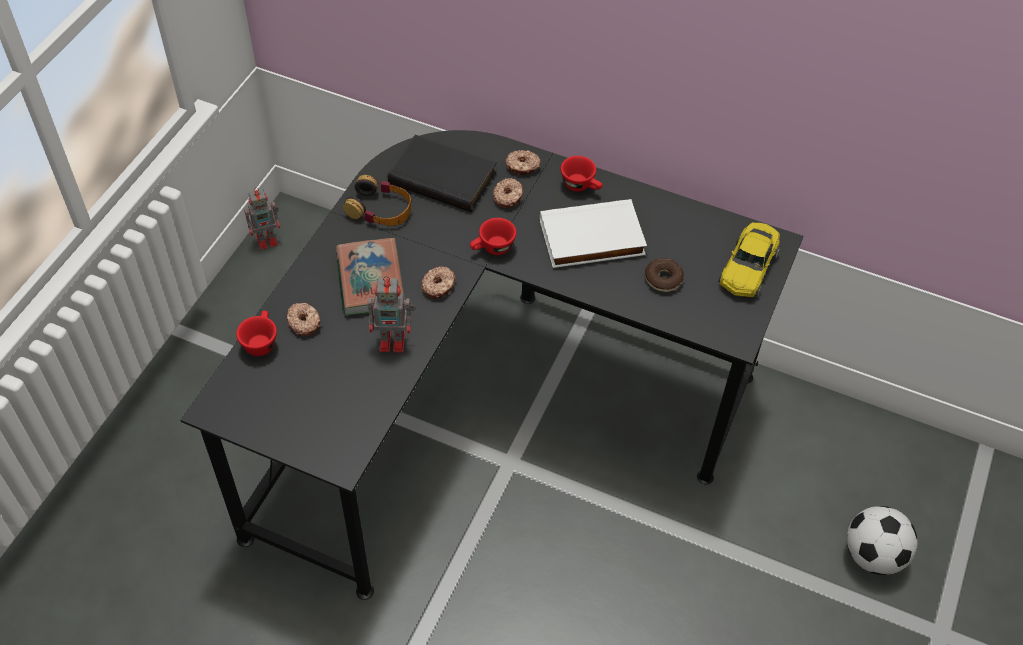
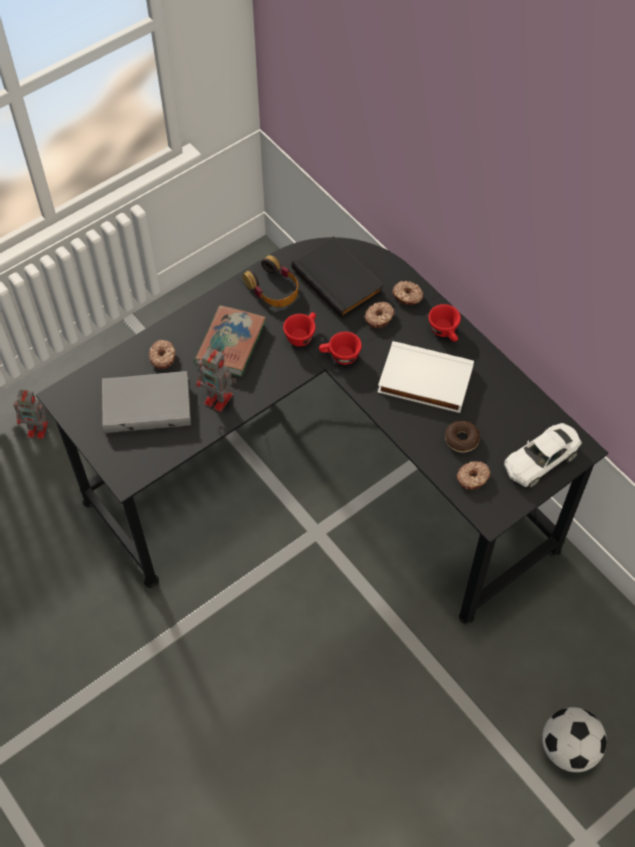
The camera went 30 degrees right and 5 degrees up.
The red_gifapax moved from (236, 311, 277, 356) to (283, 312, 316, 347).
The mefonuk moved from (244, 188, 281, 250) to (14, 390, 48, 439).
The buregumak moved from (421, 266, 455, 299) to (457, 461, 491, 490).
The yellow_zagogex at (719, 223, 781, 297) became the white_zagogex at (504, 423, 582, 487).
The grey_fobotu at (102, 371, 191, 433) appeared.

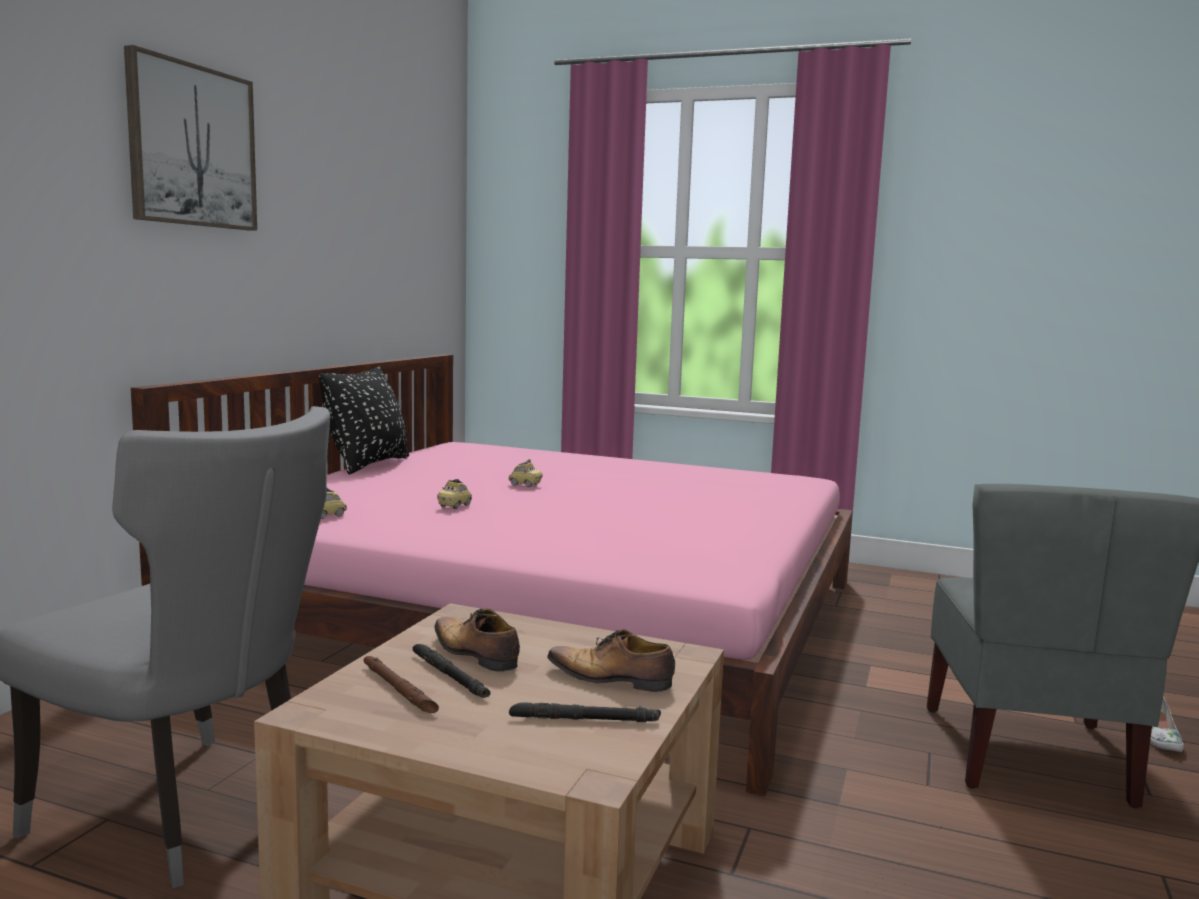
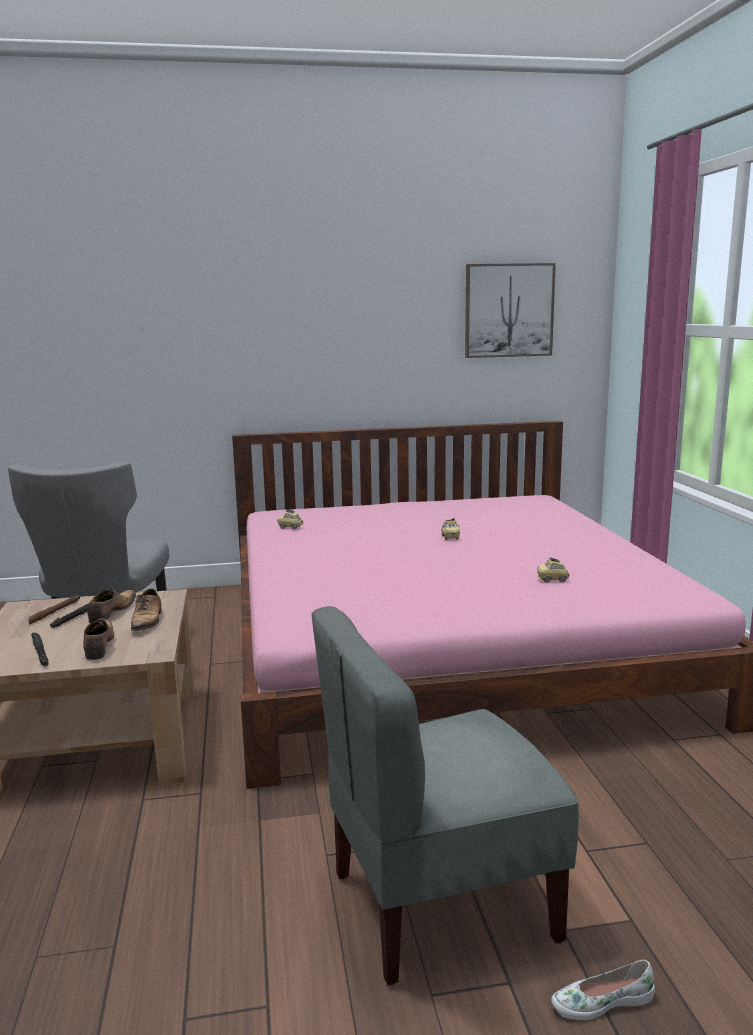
The camera went 60 degrees right and 5 degrees up.
The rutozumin moved from (124, 45, 257, 231) to (465, 263, 556, 358).
The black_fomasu at (319, 366, 409, 474) disappeared.
The zagogex moved from (437, 479, 472, 509) to (537, 557, 570, 583).
The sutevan at (131, 588, 162, 631) appeared.

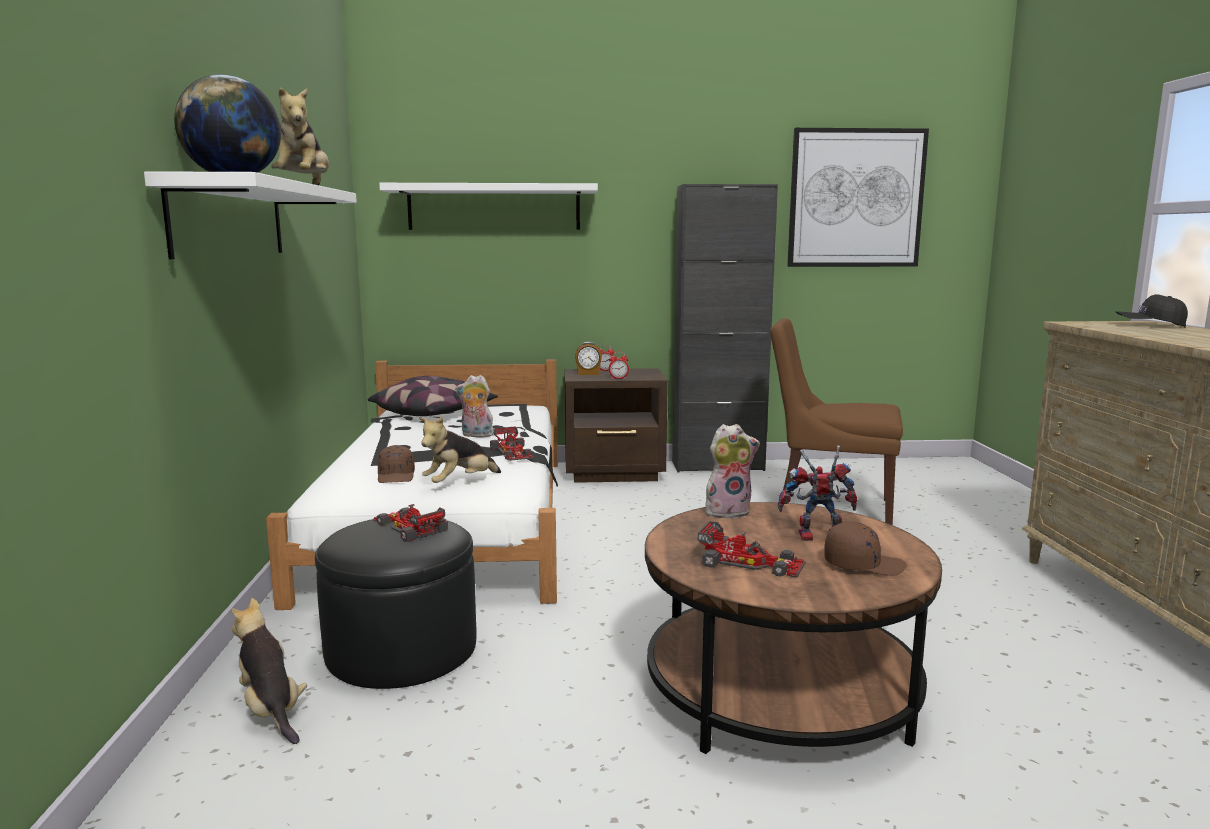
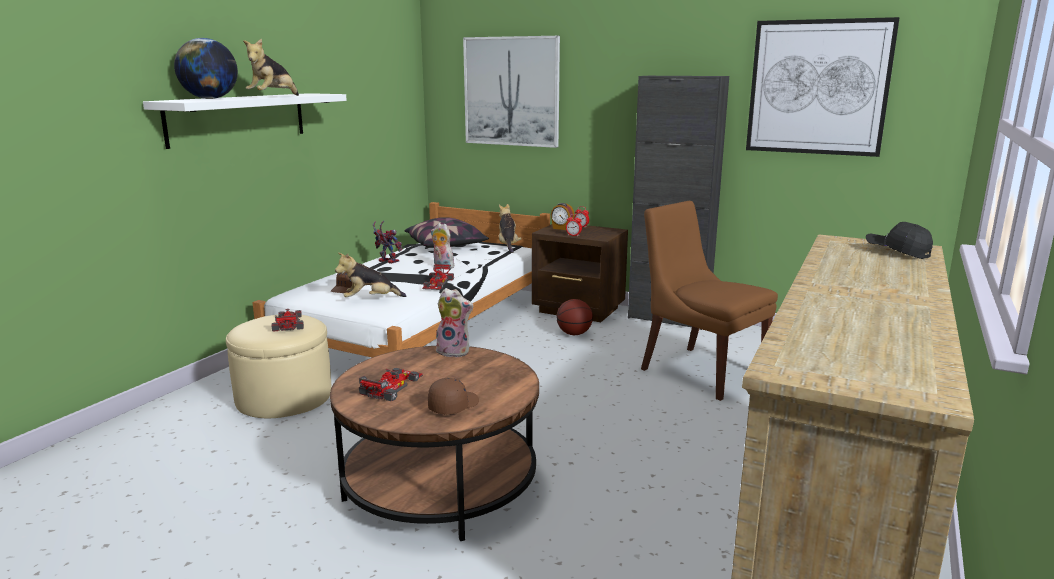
The camera went 30 degrees right and 5 degrees up.
The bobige moved from (231, 598, 307, 744) to (499, 204, 522, 253).
The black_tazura at (315, 519, 477, 689) became the beige_tazura at (226, 315, 331, 418).
The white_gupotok at (379, 183, 598, 230) was replaced by the rutozumin at (463, 36, 560, 148).
The zagogex at (697, 521, 806, 577) turned 120 degrees counterclockwise.
The mefonuk moved from (778, 445, 858, 541) to (373, 221, 402, 264).
The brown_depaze at (824, 522, 907, 576) turned 90 degrees counterclockwise.
The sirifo at (557, 299, 593, 335) appeared.

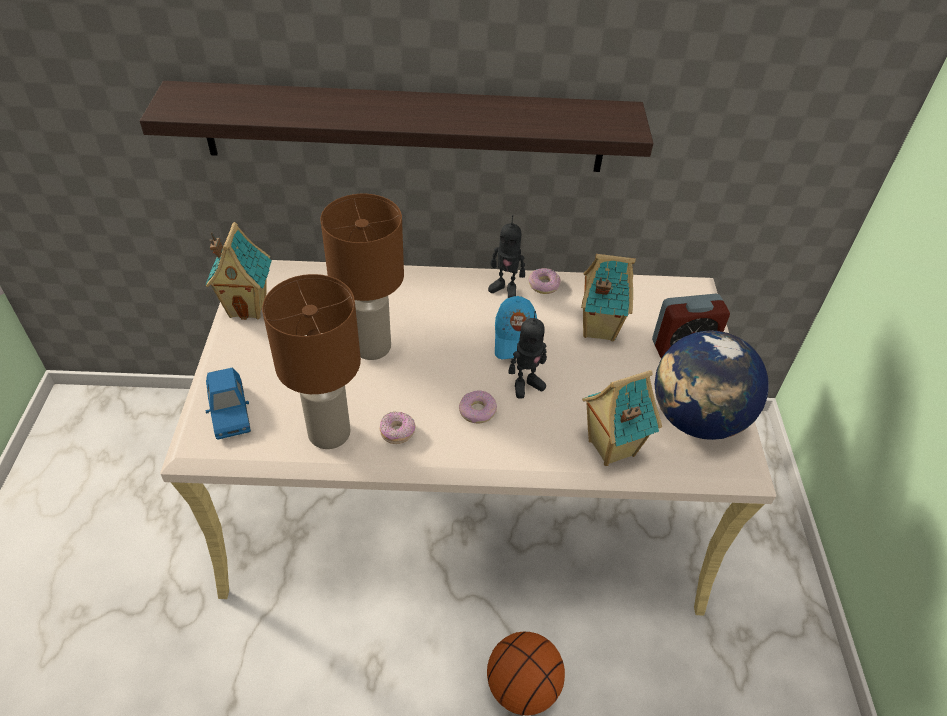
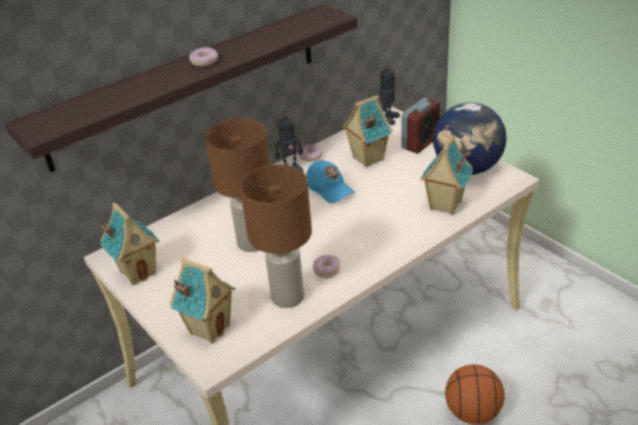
The camera went 35 degrees left and 10 degrees down.
The blue_zagogex at (206, 367, 251, 440) was replaced by the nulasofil at (169, 258, 235, 344).
The buregumak moved from (459, 390, 497, 424) to (189, 47, 218, 67).
The mefonuk moved from (509, 311, 547, 399) to (380, 62, 400, 125).

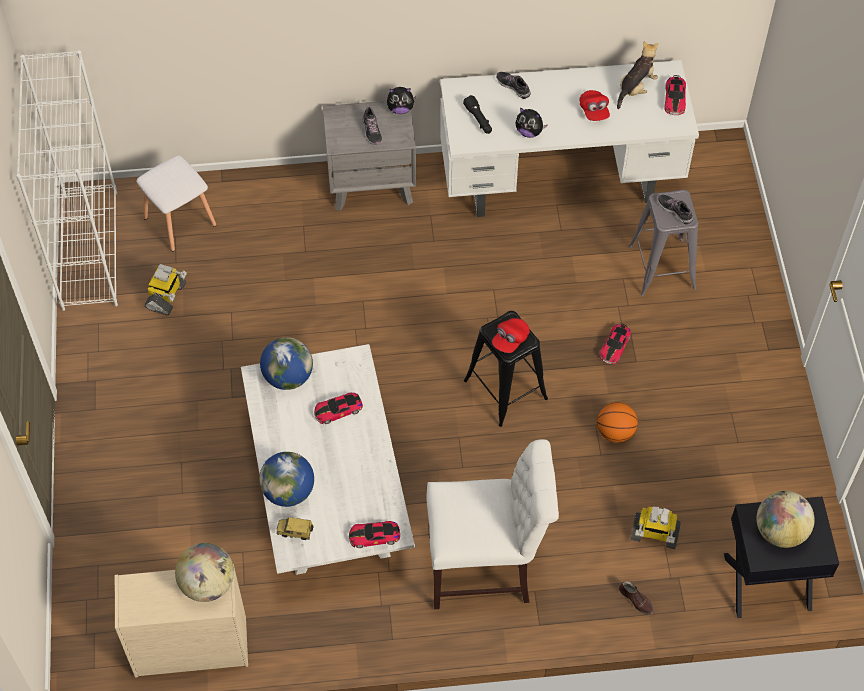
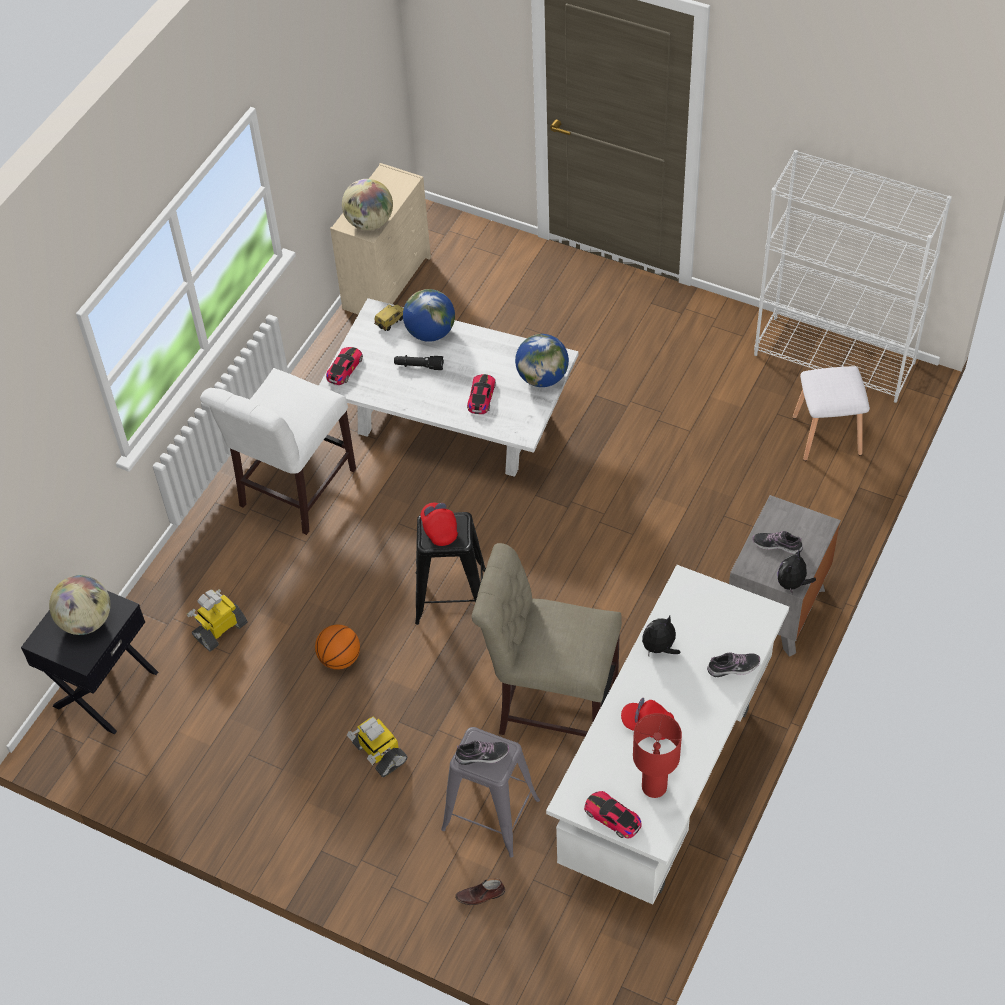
The camera went 125 degrees right and 5 degrees down.
The mefonuk moved from (144, 264, 187, 316) to (347, 716, 408, 777).
The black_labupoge moved from (463, 95, 492, 134) to (394, 355, 444, 370).
The zagogex at (600, 324, 631, 364) disappeared.
The bobige at (617, 41, 658, 109) was replaced by the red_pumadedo at (633, 713, 682, 798).
The brown_sutevan moved from (619, 580, 655, 615) to (455, 878, 505, 905).
The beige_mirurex at (471, 543, 622, 737) appeared.

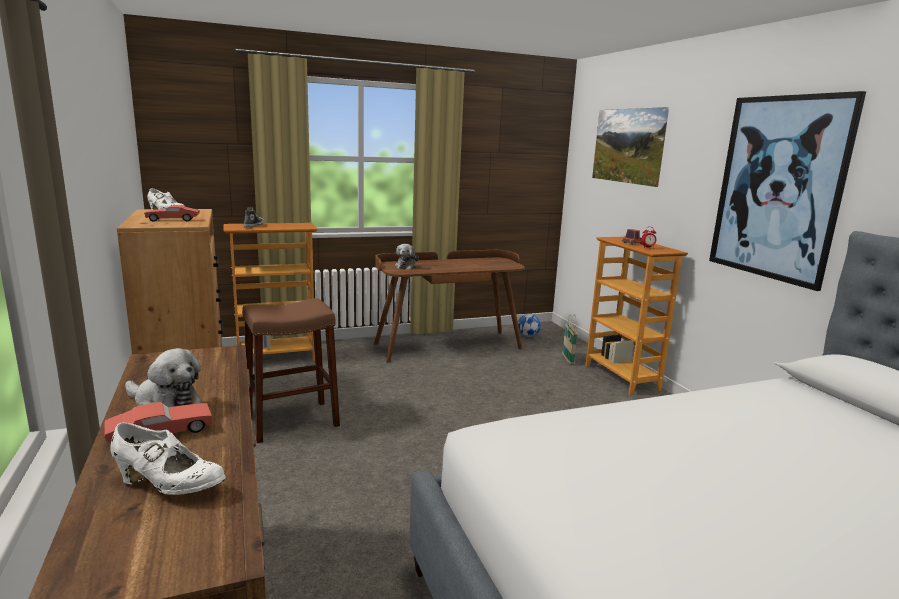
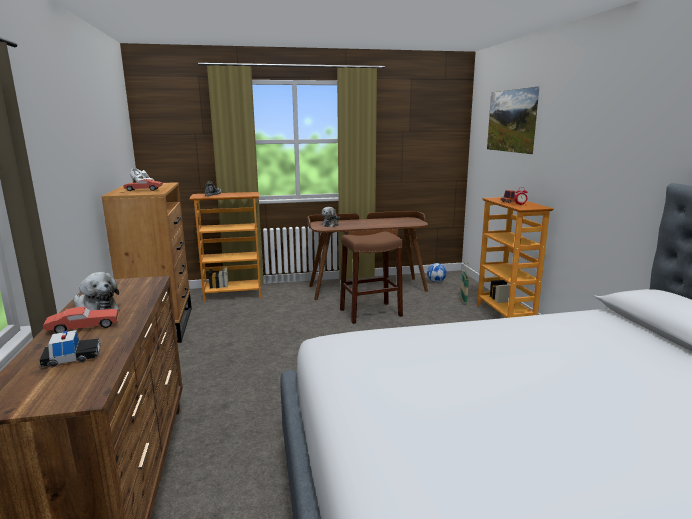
The camera went 10 degrees right and 0 degrees up.
The white_sutevan at (110, 422, 225, 495) was replaced by the zagogex at (39, 330, 101, 368).
The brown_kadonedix moved from (242, 298, 340, 443) to (340, 232, 403, 324).
The rutozumin at (709, 91, 866, 291) disappeared.

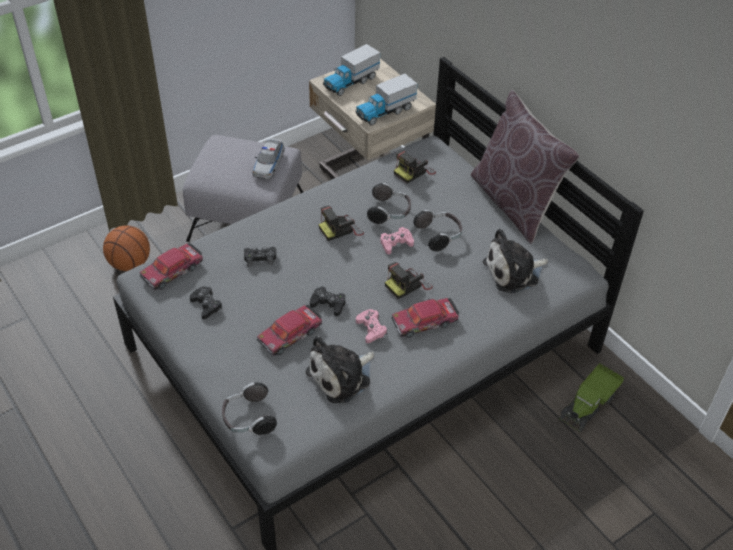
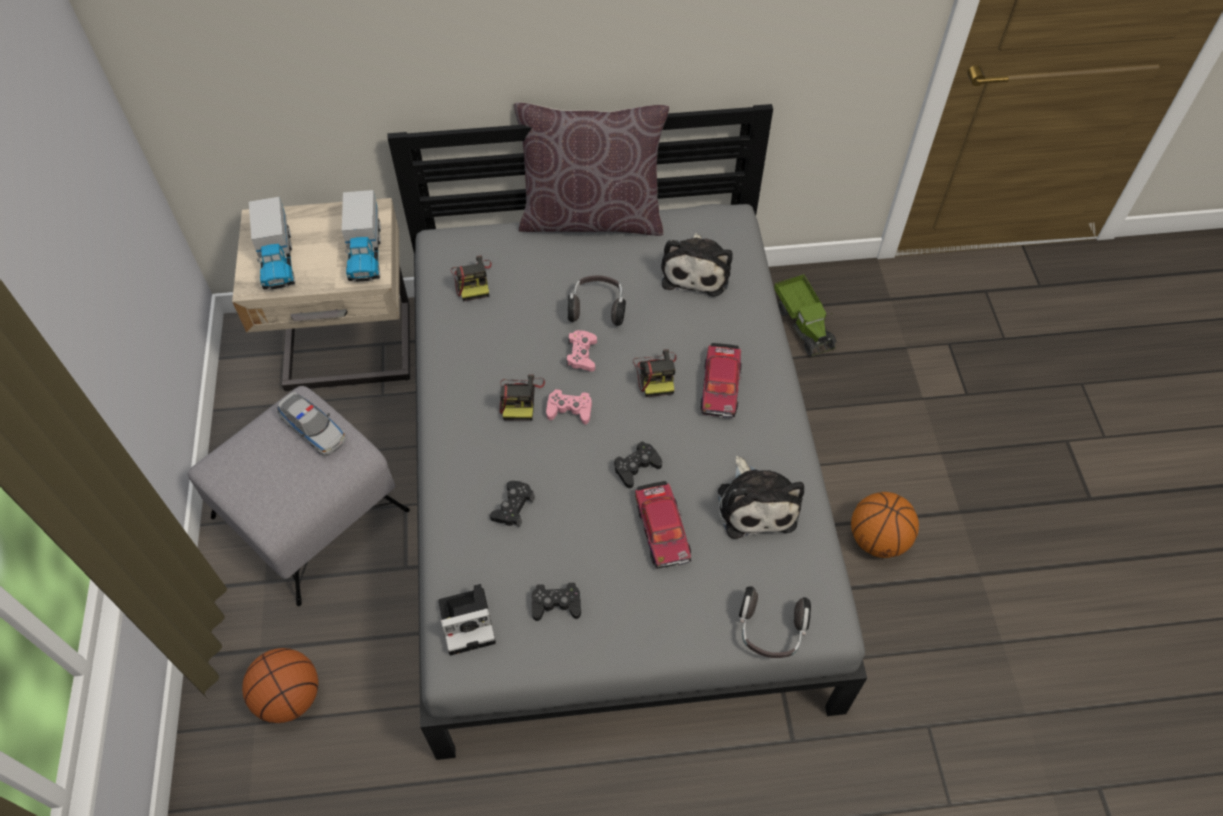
The camera went 60 degrees left and 10 degrees up.
The zagogex at (140, 243, 203, 290) was replaced by the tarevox at (438, 584, 496, 655).
The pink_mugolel moved from (356, 309, 387, 343) to (546, 389, 592, 424).
The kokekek at (367, 183, 411, 225) disappeared.
The sirifo at (851, 492, 919, 558) appeared.

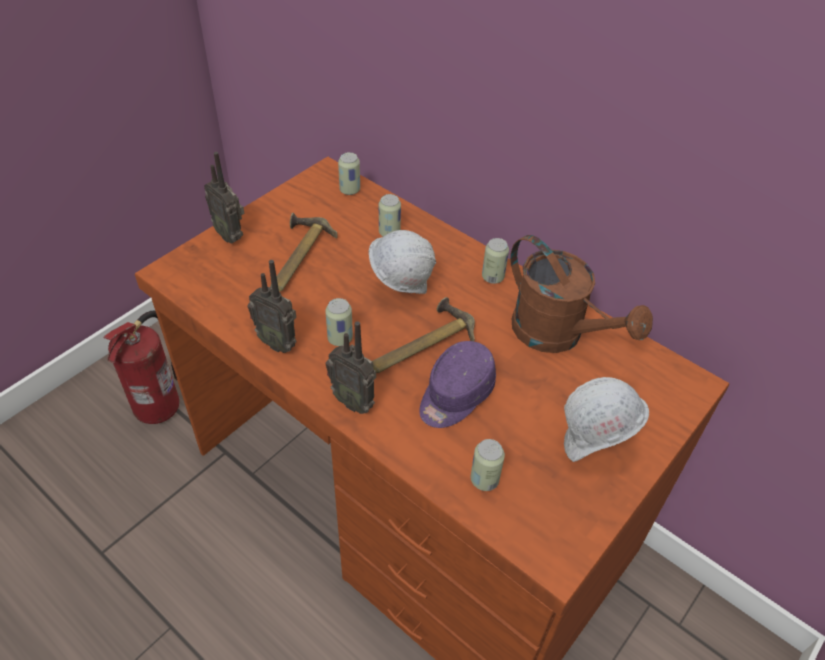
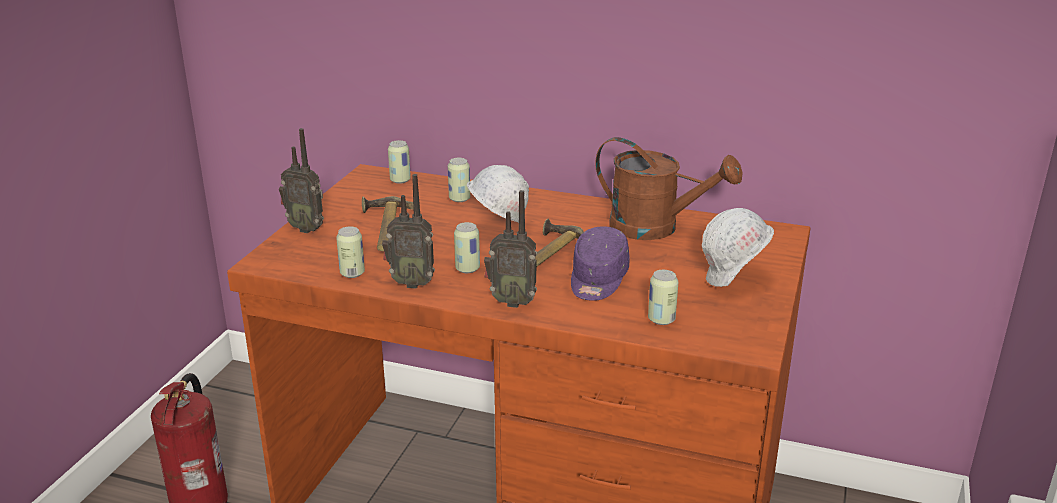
The camera went 20 degrees left and 20 degrees down.
The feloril moved from (482, 238, 509, 284) to (336, 226, 365, 278).

